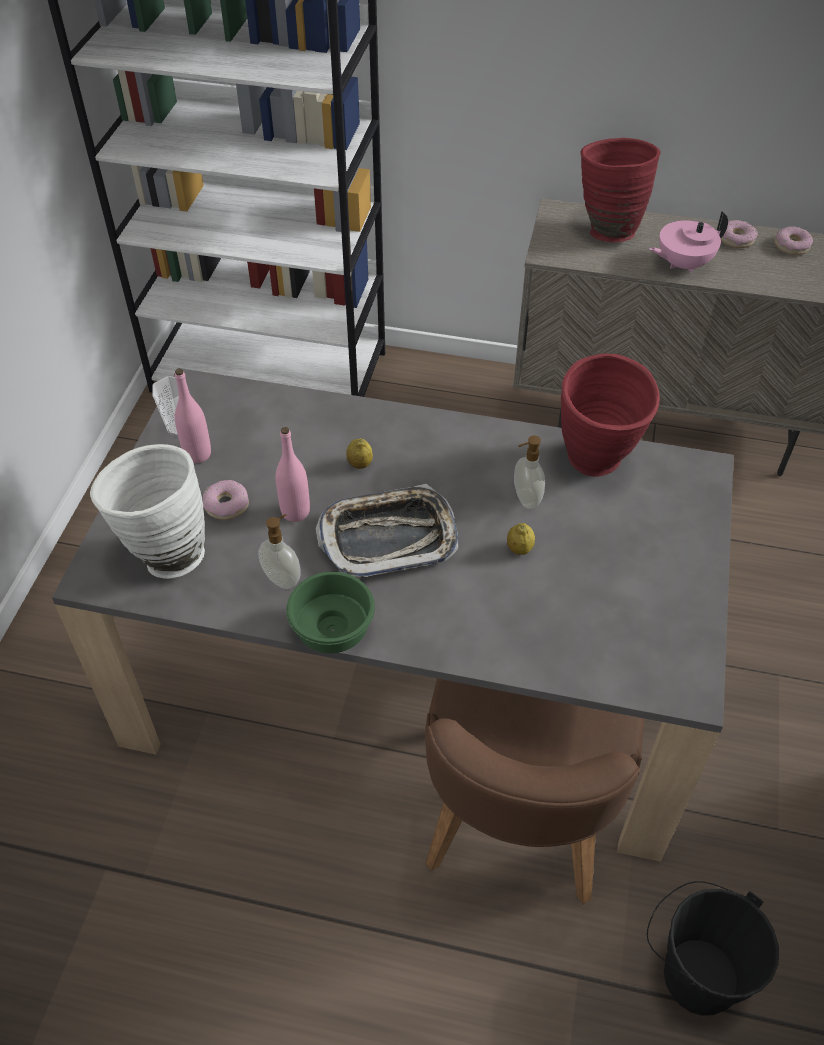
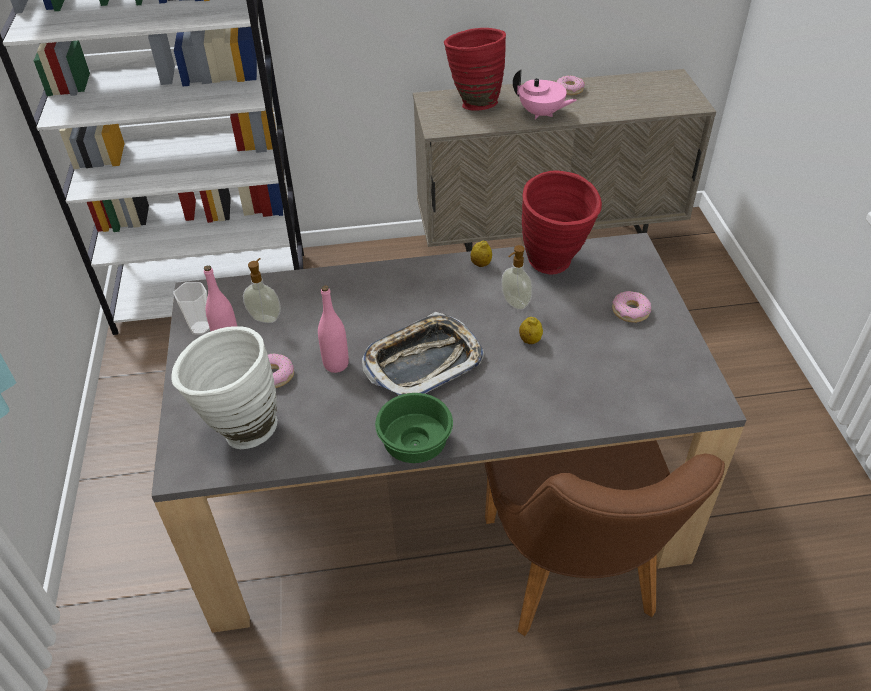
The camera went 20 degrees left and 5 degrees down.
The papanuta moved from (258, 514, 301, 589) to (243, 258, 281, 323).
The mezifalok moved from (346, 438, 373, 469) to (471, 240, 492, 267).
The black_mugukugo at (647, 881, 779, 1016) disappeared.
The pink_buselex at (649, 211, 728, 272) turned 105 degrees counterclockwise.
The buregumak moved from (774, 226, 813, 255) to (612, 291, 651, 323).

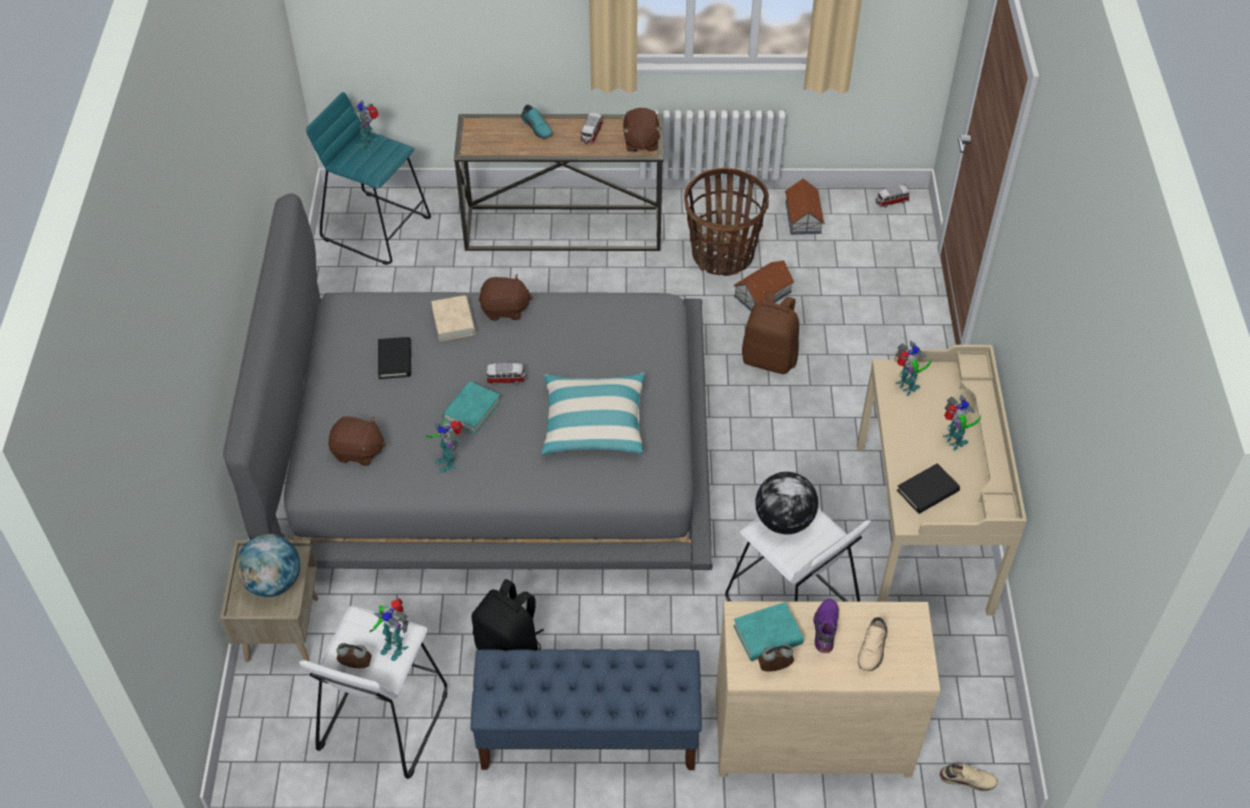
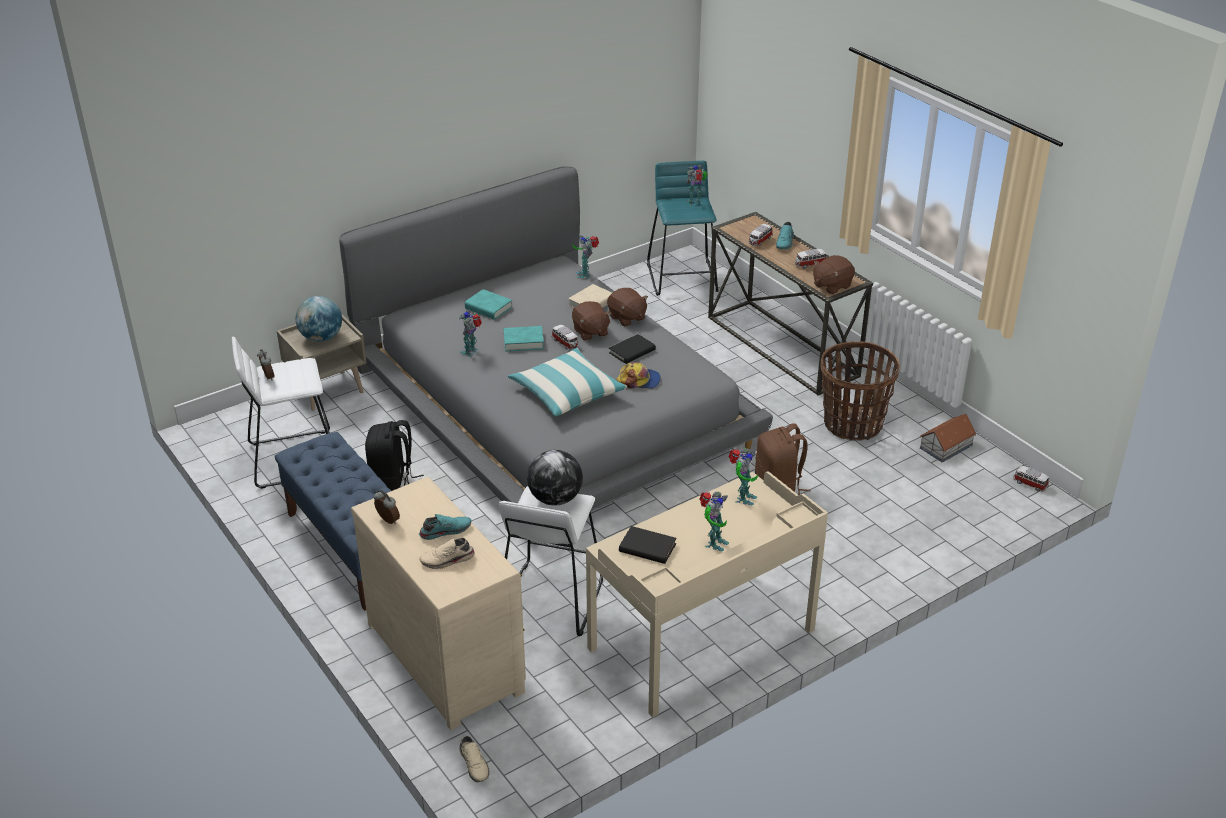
The camera went 55 degrees right and 15 degrees down.
The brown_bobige moved from (328, 416, 386, 466) to (572, 301, 611, 341).
The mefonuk moved from (370, 598, 409, 661) to (573, 235, 599, 279).
The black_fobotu moved from (378, 337, 411, 379) to (609, 334, 656, 364).
The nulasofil at (733, 260, 794, 311) disappeared.
The turquoise_fobotu moved from (733, 602, 804, 661) to (465, 289, 512, 320).
The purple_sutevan at (813, 599, 839, 653) became the turquoise_sutevan at (419, 514, 472, 540).
The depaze at (616, 362, 661, 389) appeared.
The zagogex at (749, 224, 773, 246) appeared.

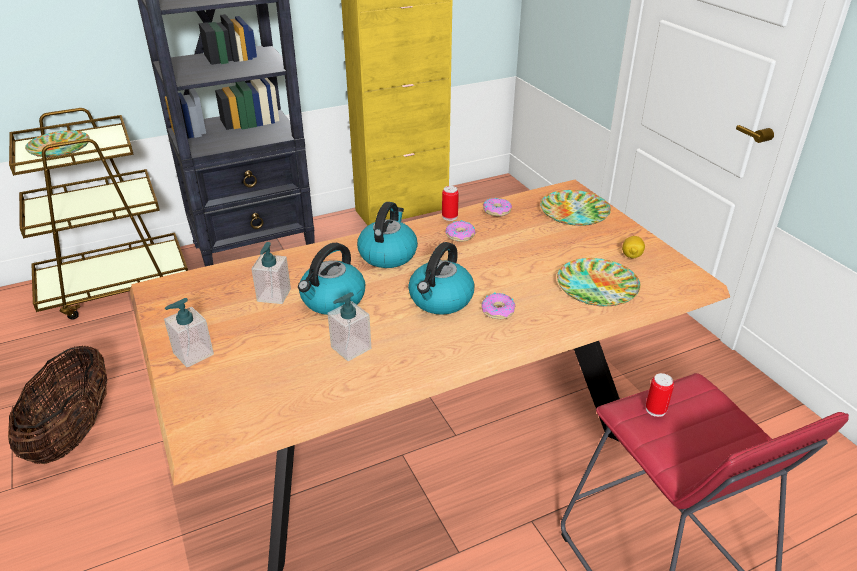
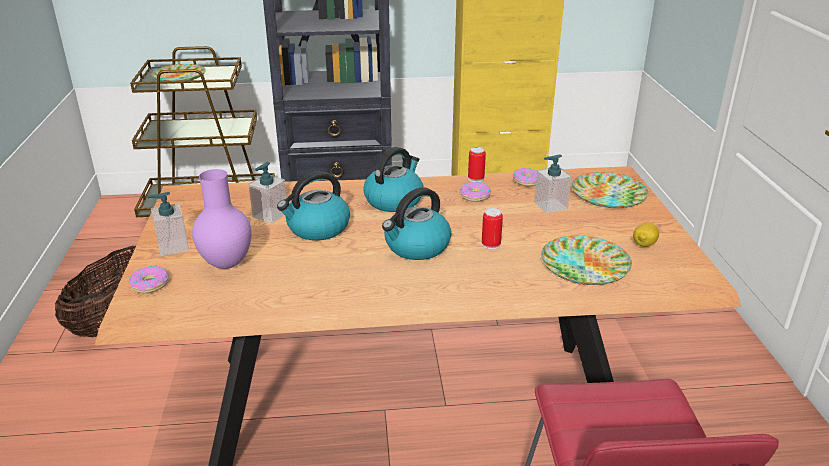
The camera went 20 degrees right and 5 degrees down.
The papanuta moved from (328, 292, 371, 361) to (534, 154, 572, 213).
The buregumak moved from (481, 292, 515, 319) to (129, 265, 169, 293).
The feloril moved from (646, 373, 674, 417) to (482, 208, 503, 250).
The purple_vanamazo at (192, 169, 252, 269) appeared.

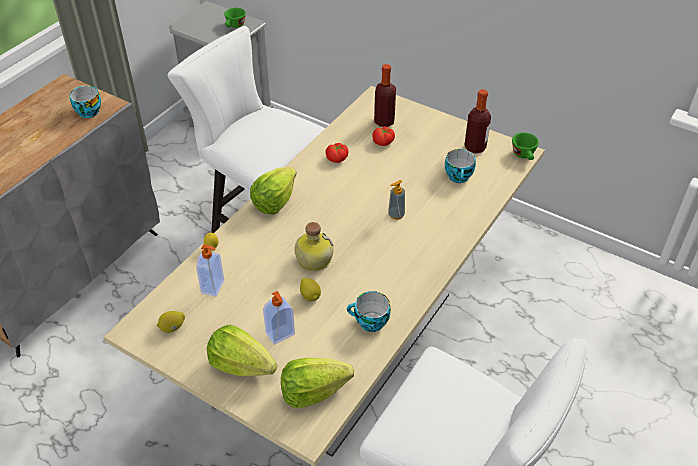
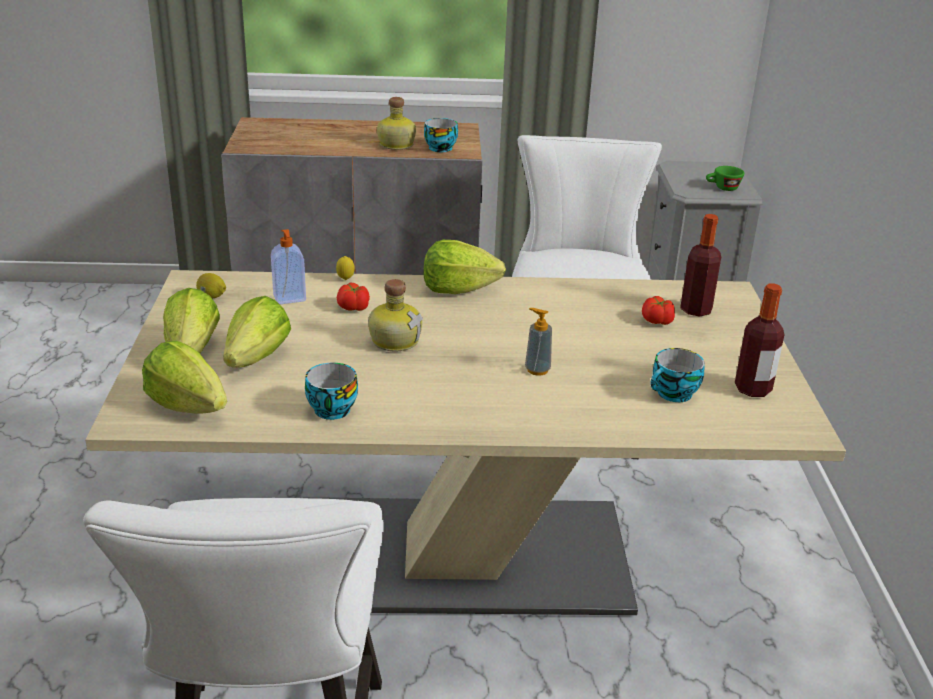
The camera went 55 degrees right and 15 degrees down.
The papanuta at (263, 291, 295, 344) was replaced by the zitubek at (223, 296, 291, 368).
The mezifalok at (300, 278, 321, 301) disappeared.
The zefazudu moved from (326, 143, 349, 163) to (337, 283, 370, 311).
The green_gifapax at (512, 132, 539, 160) disappeared.
The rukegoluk at (377, 97, 416, 150) appeared.

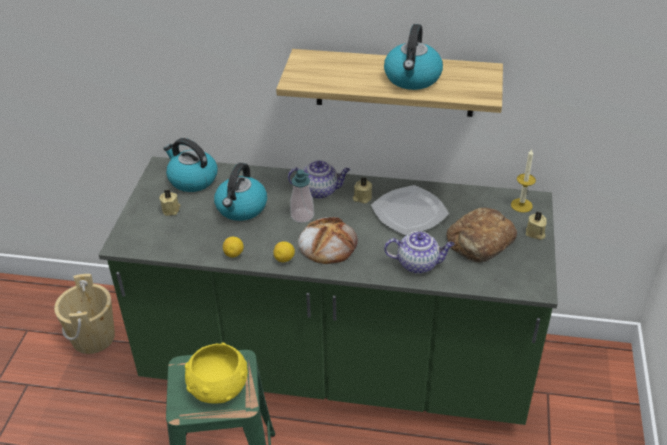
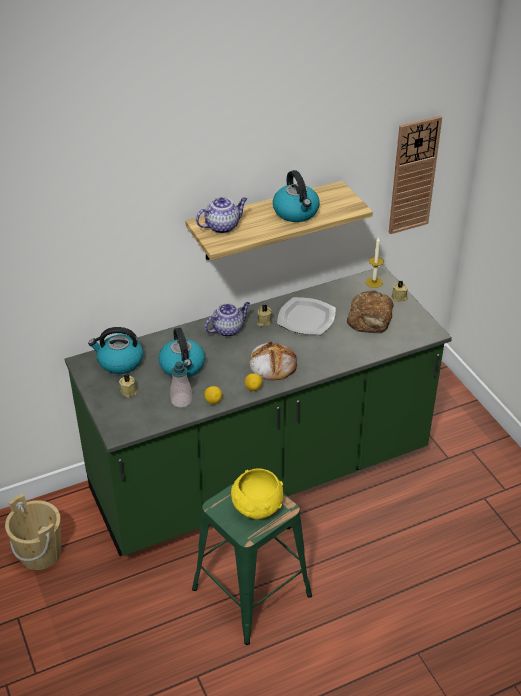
The camera went 35 degrees left and 0 degrees up.
The papanuta moved from (290, 170, 314, 223) to (170, 361, 192, 408).
The buselex moved from (384, 231, 455, 274) to (196, 197, 247, 234).
The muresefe at (389, 116, 442, 234) appeared.

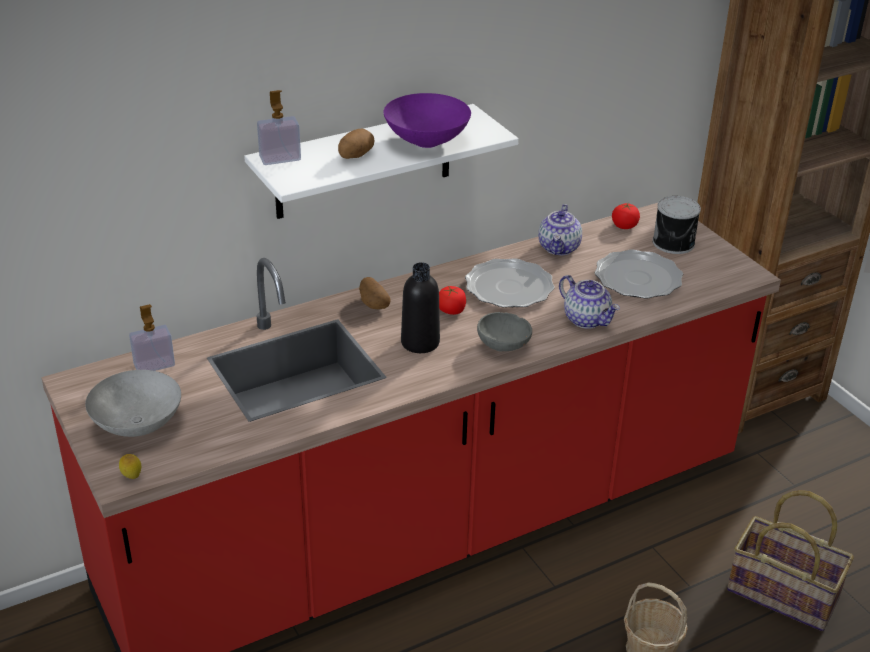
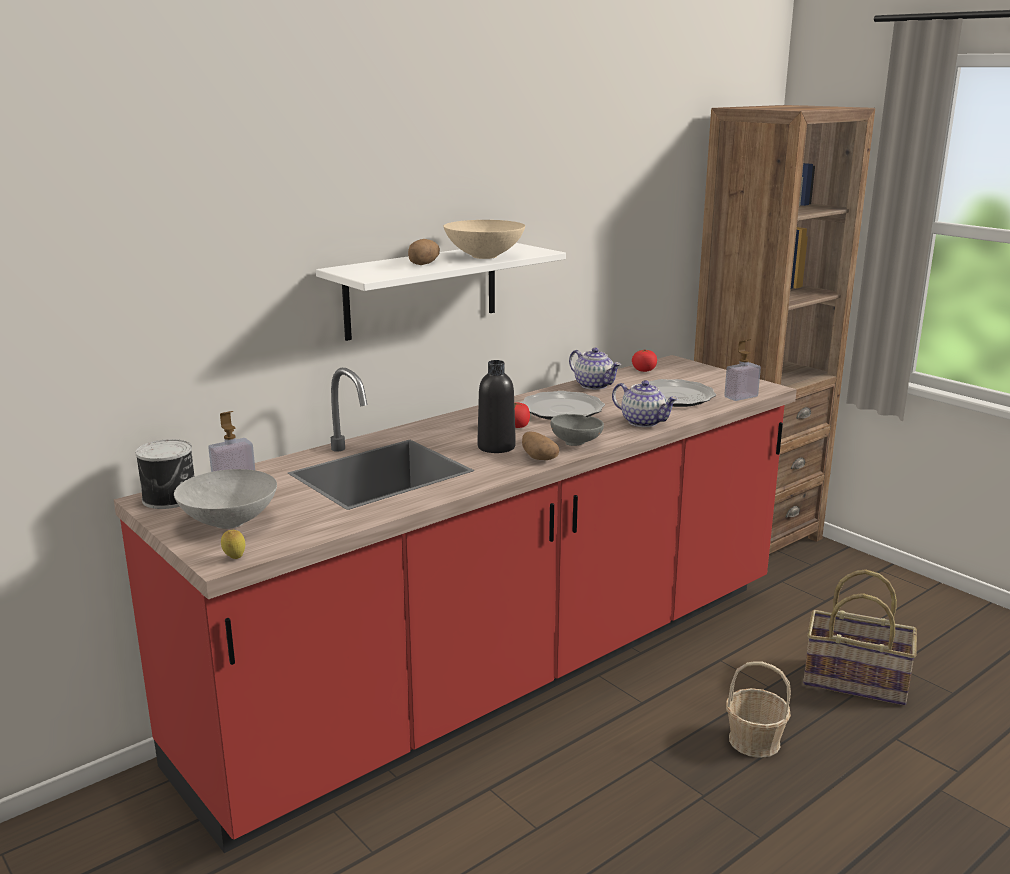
The camera went 10 degrees left and 15 degrees down.
The papanuta moved from (257, 90, 301, 165) to (724, 339, 761, 401).
The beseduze moved from (359, 277, 391, 309) to (522, 431, 559, 460).
The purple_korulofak at (383, 93, 471, 148) became the beige_korulofak at (444, 220, 525, 259).
The buselex at (538, 204, 582, 255) turned 45 degrees counterclockwise.
The feloril moved from (653, 196, 701, 254) to (135, 439, 194, 509).

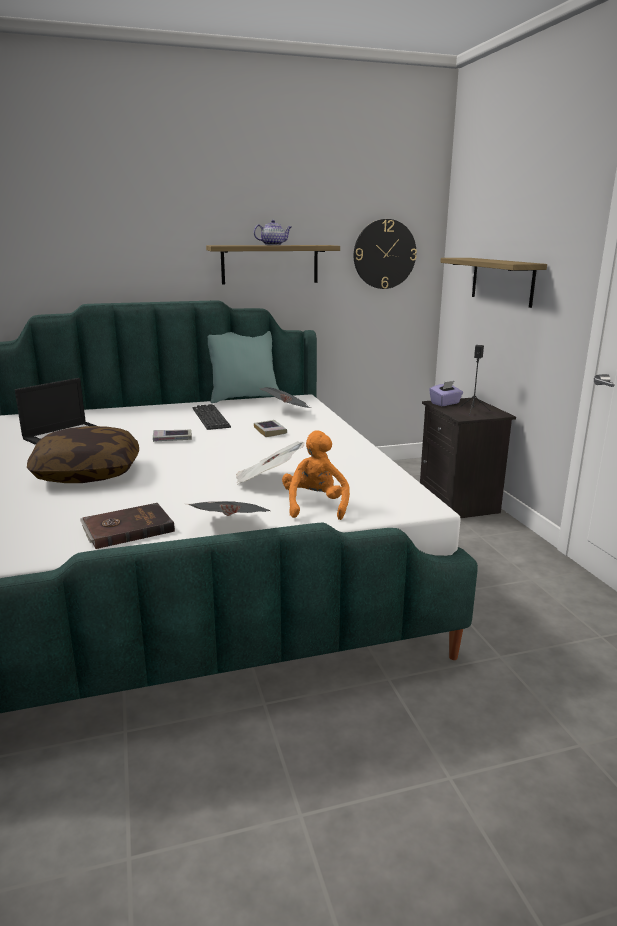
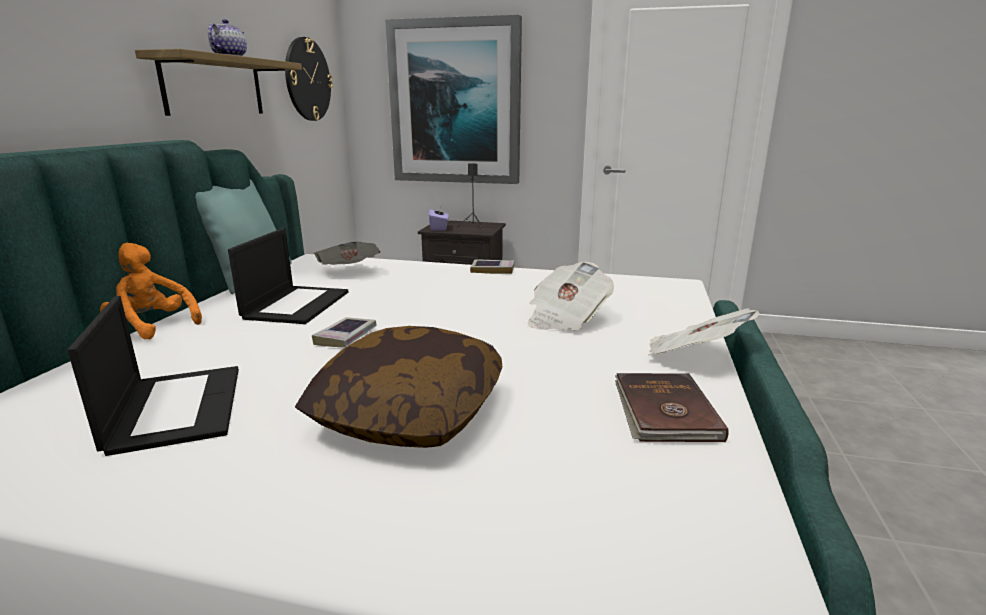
The camera went 60 degrees left and 0 degrees up.
The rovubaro at (193, 404, 231, 430) was replaced by the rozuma at (228, 228, 348, 324).
The fobotu moved from (254, 420, 287, 437) to (470, 259, 514, 274).
The orange_bobige moved from (282, 430, 350, 520) to (100, 243, 202, 340).
The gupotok at (440, 258, 547, 308) was replaced by the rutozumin at (385, 15, 522, 184).

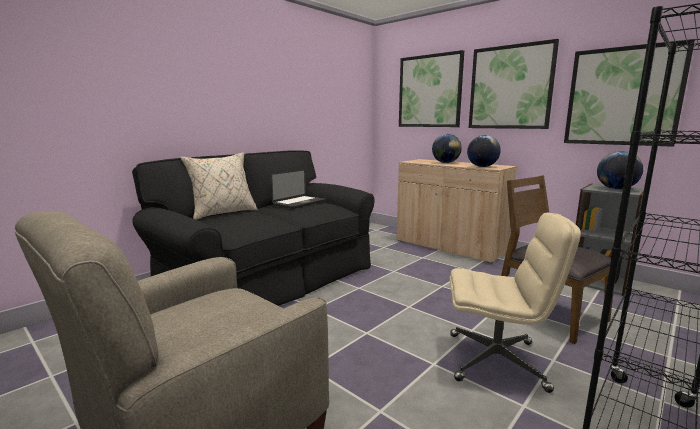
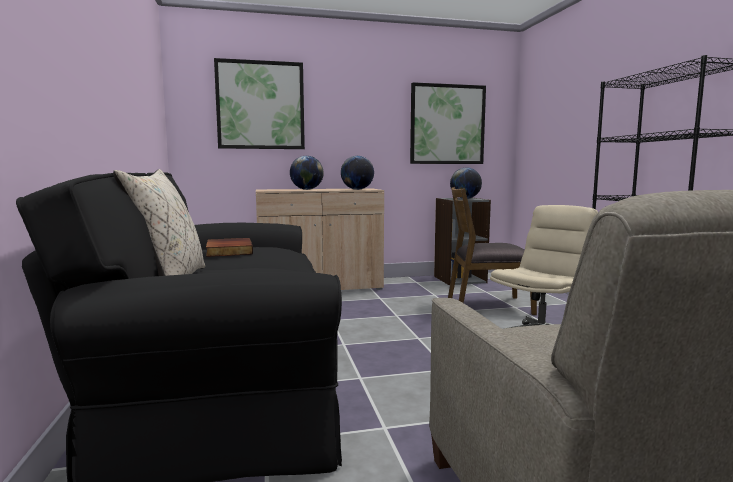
The camera went 55 degrees left and 5 degrees down.
The rozuma at (271, 169, 325, 209) was replaced by the fobotu at (206, 238, 253, 257).
The rutozumin at (469, 39, 559, 129) disappeared.

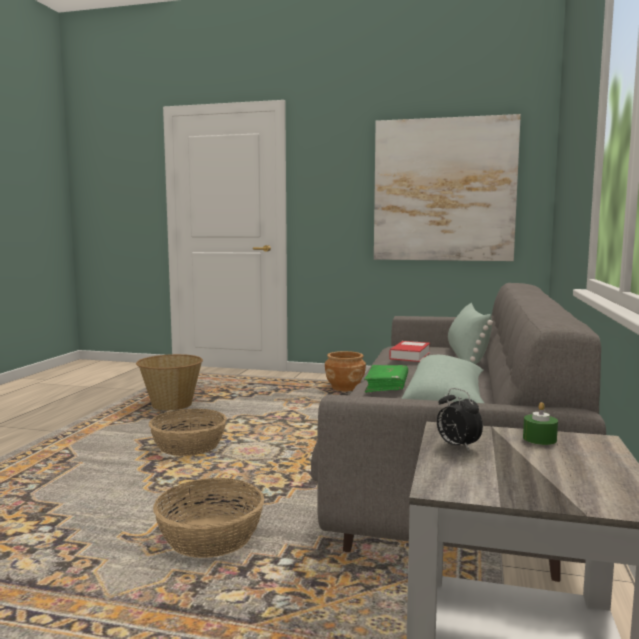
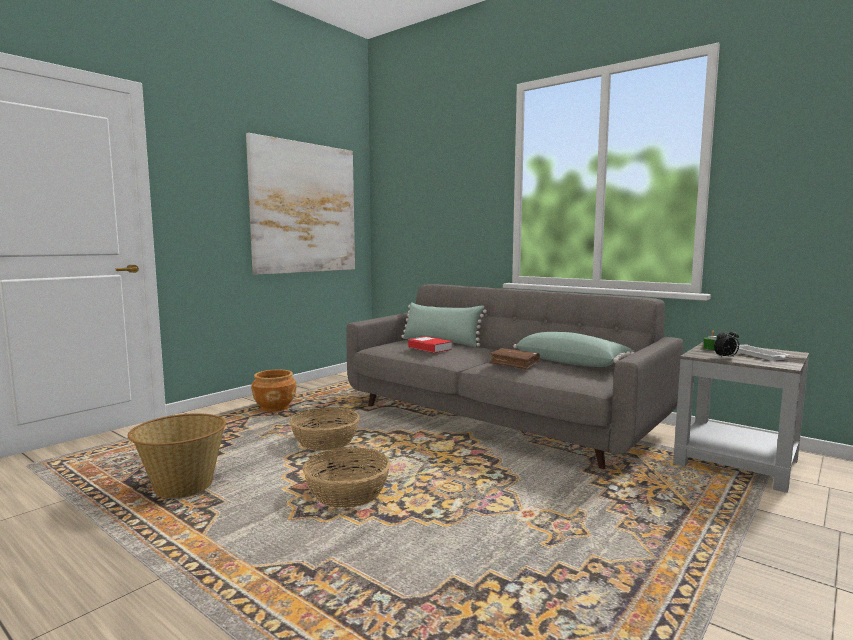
The camera went 65 degrees left and 0 degrees up.
The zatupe moved from (153, 478, 264, 558) to (290, 407, 360, 451).
The green_fobotu at (364, 365, 408, 393) became the brown_fobotu at (489, 348, 540, 370).
The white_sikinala at (738, 344, 791, 361) appeared.

